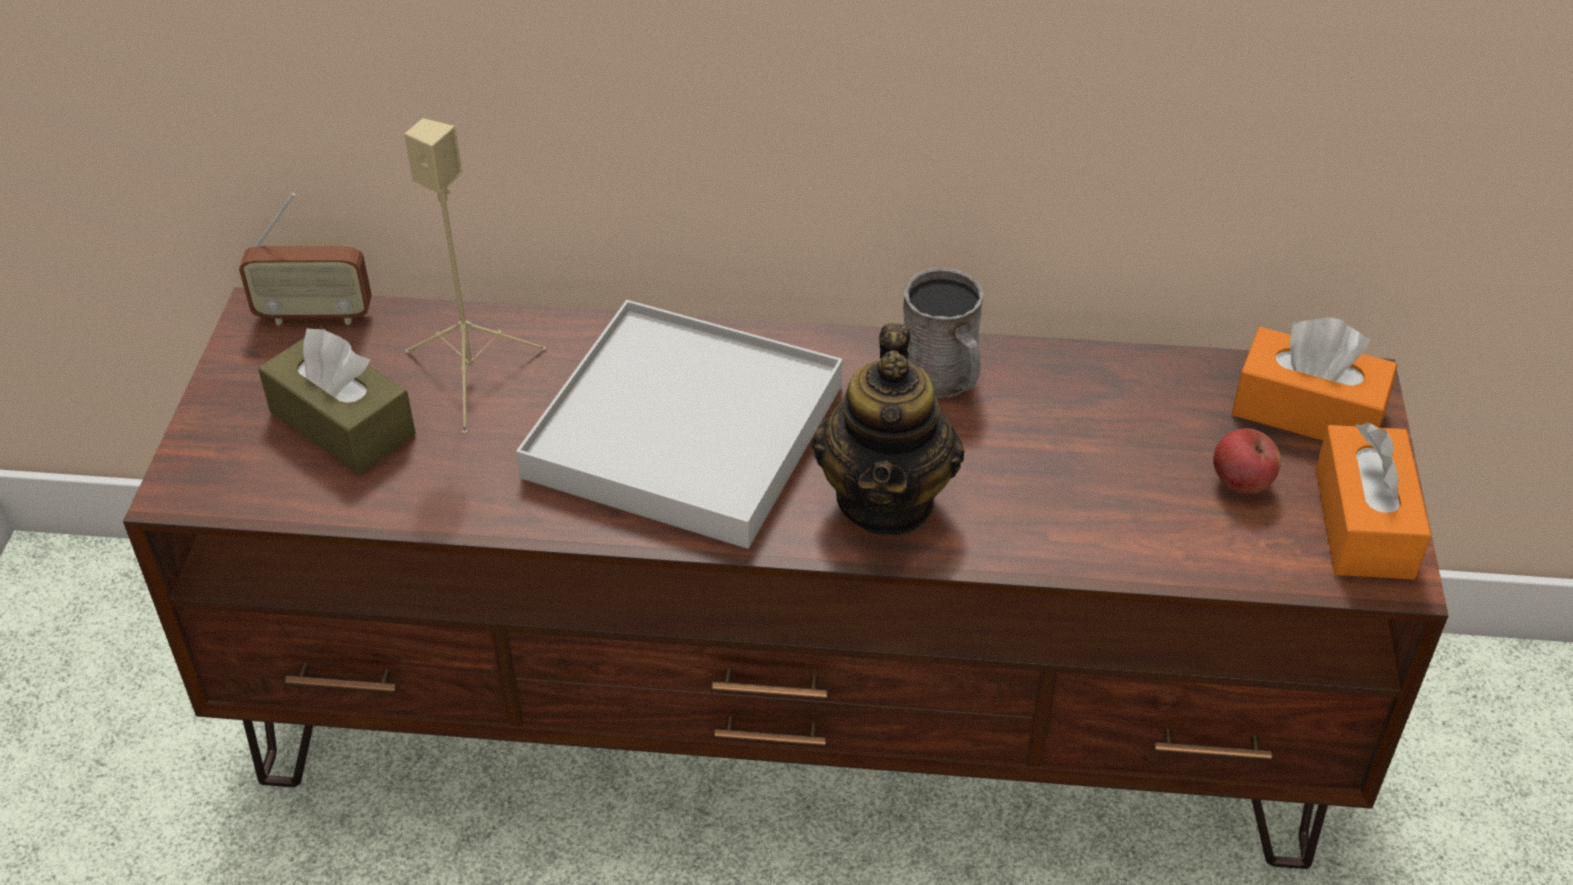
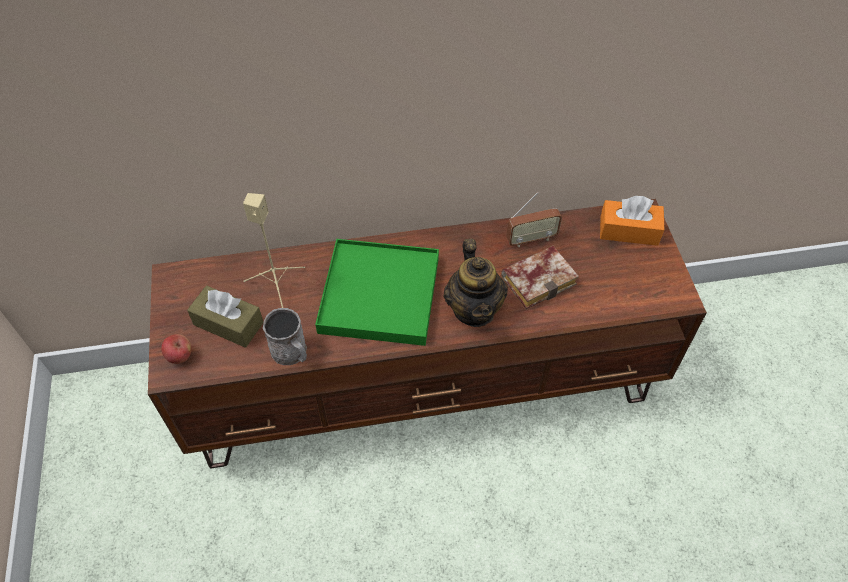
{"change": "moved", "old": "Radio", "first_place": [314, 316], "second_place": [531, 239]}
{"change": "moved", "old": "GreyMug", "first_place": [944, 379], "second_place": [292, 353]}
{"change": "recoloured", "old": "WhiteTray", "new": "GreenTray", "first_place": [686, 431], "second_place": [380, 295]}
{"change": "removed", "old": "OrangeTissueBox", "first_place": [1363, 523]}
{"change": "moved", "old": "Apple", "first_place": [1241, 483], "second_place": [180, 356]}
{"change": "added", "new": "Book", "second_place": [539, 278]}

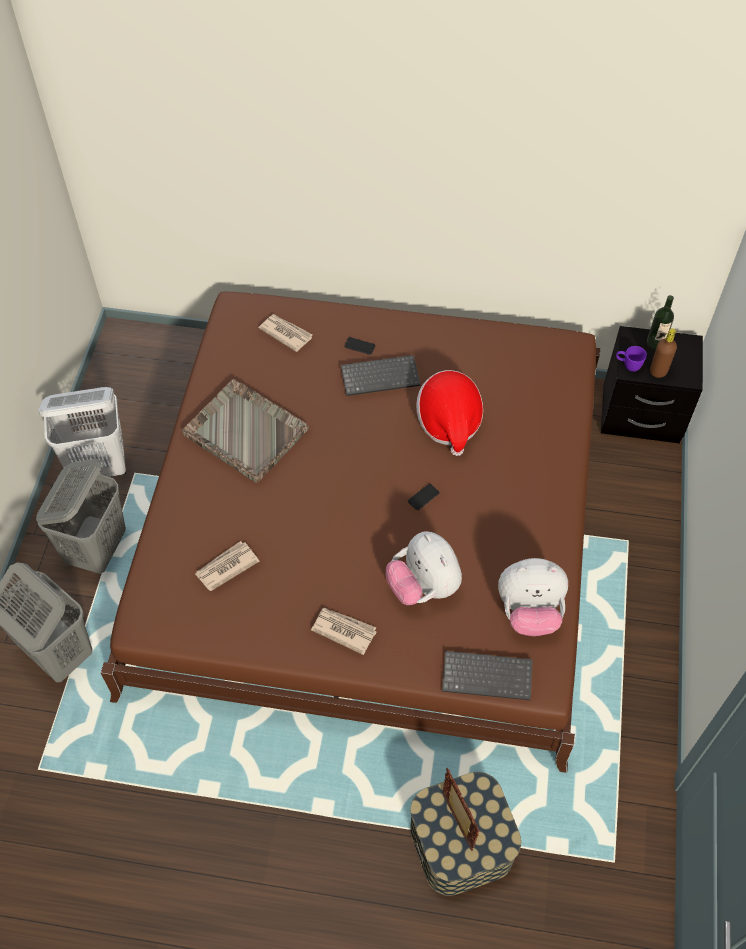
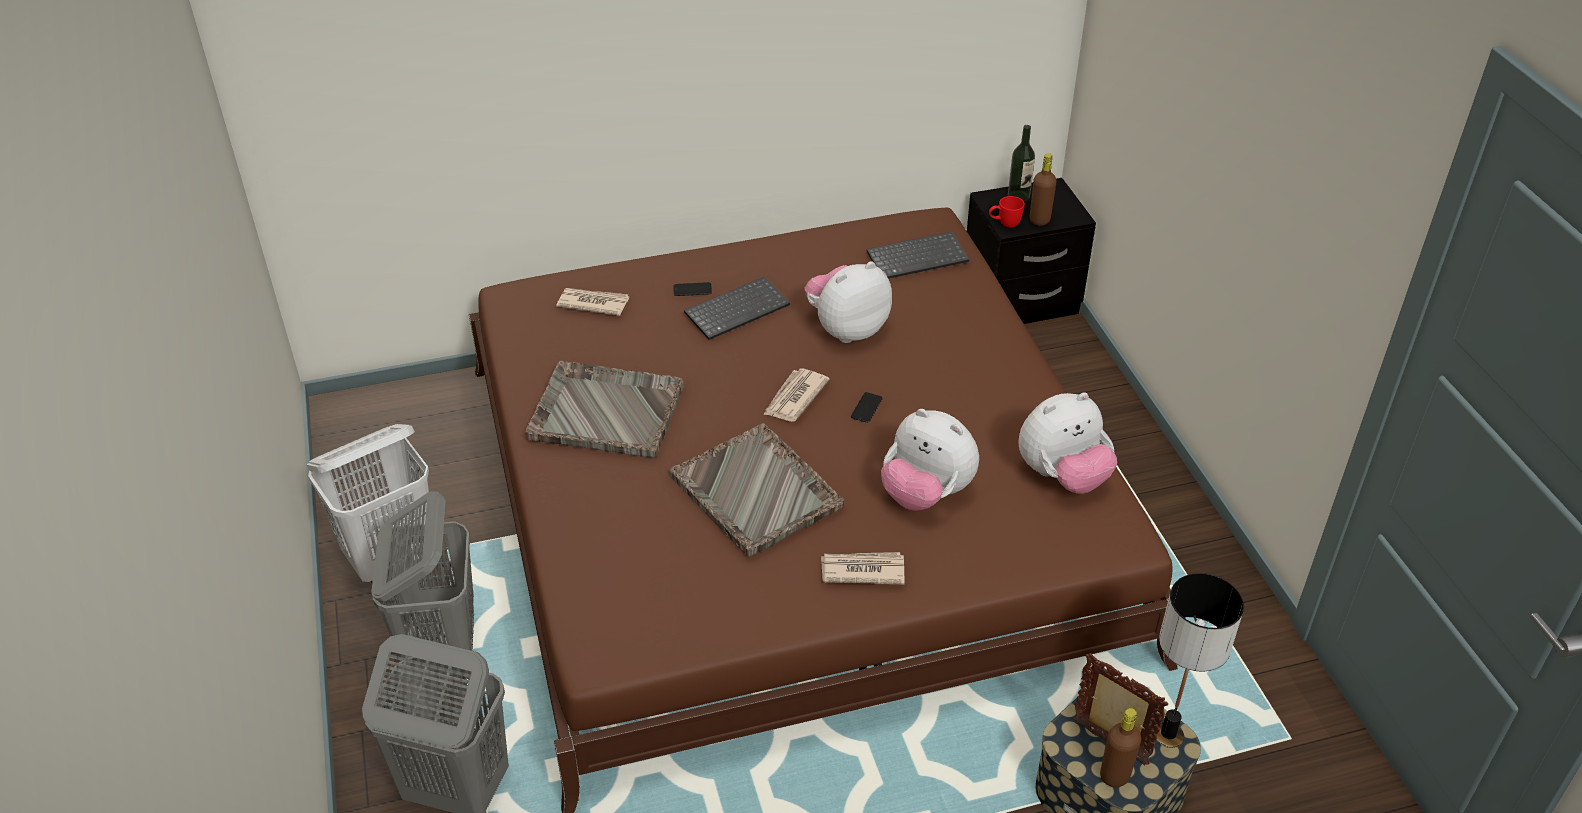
{"change": "recoloured", "old": "PurpleMug", "new": "RedMug", "first_place": [628, 366], "second_place": [1004, 224]}
{"change": "replaced", "old": "Hat", "new": "PlushToy", "first_place": [449, 422], "second_place": [846, 329]}
{"change": "moved", "old": "Newspaper", "first_place": [226, 567], "second_place": [794, 398]}
{"change": "moved", "old": "Keyboard", "first_place": [488, 675], "second_place": [918, 257]}
{"change": "added", "new": "GreyTray", "second_place": [756, 492]}
{"change": "added", "new": "TableLamp", "second_place": [1169, 735]}
{"change": "added", "new": "BrownBottle", "second_place": [1114, 776]}

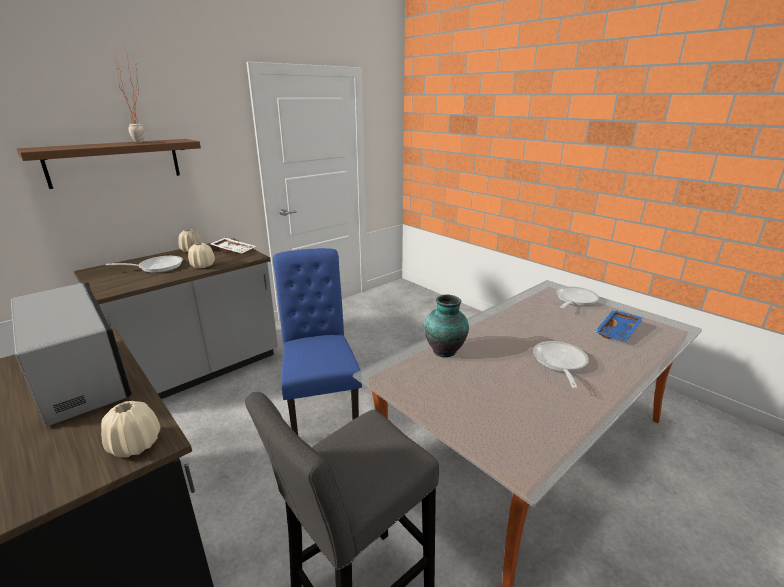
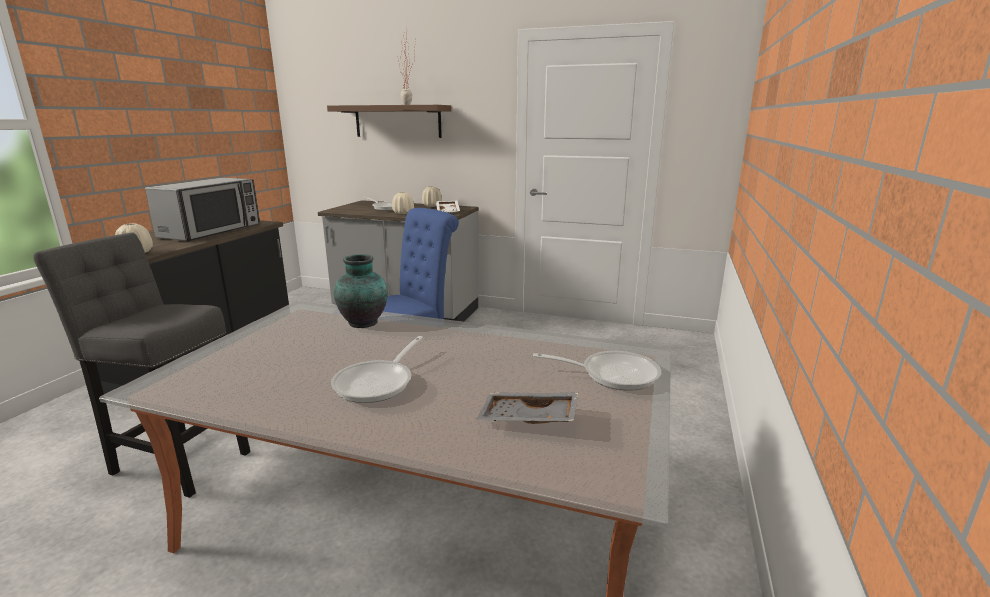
{"change": "recoloured", "old": "BlueTray", "new": "GreyTray", "first_place": [618, 332], "second_place": [528, 419]}
{"change": "turned", "old": "FryingPan", "first_place": [559, 363], "second_place": [378, 383], "degrees": 135}

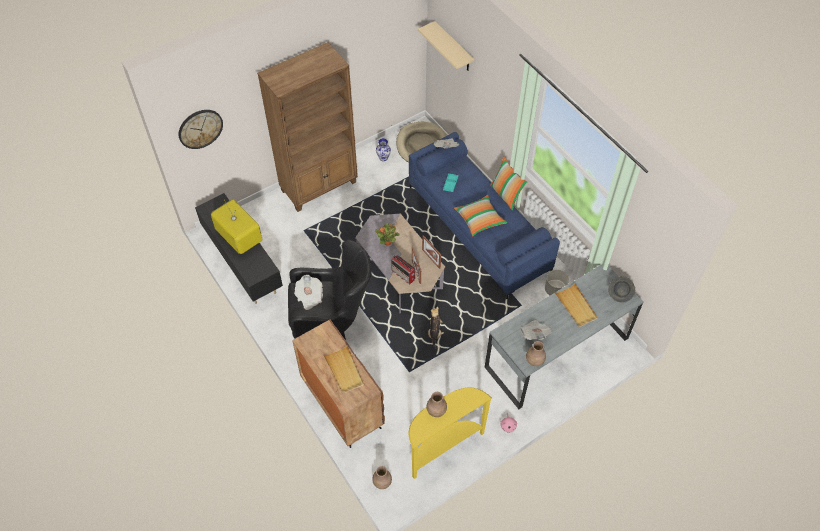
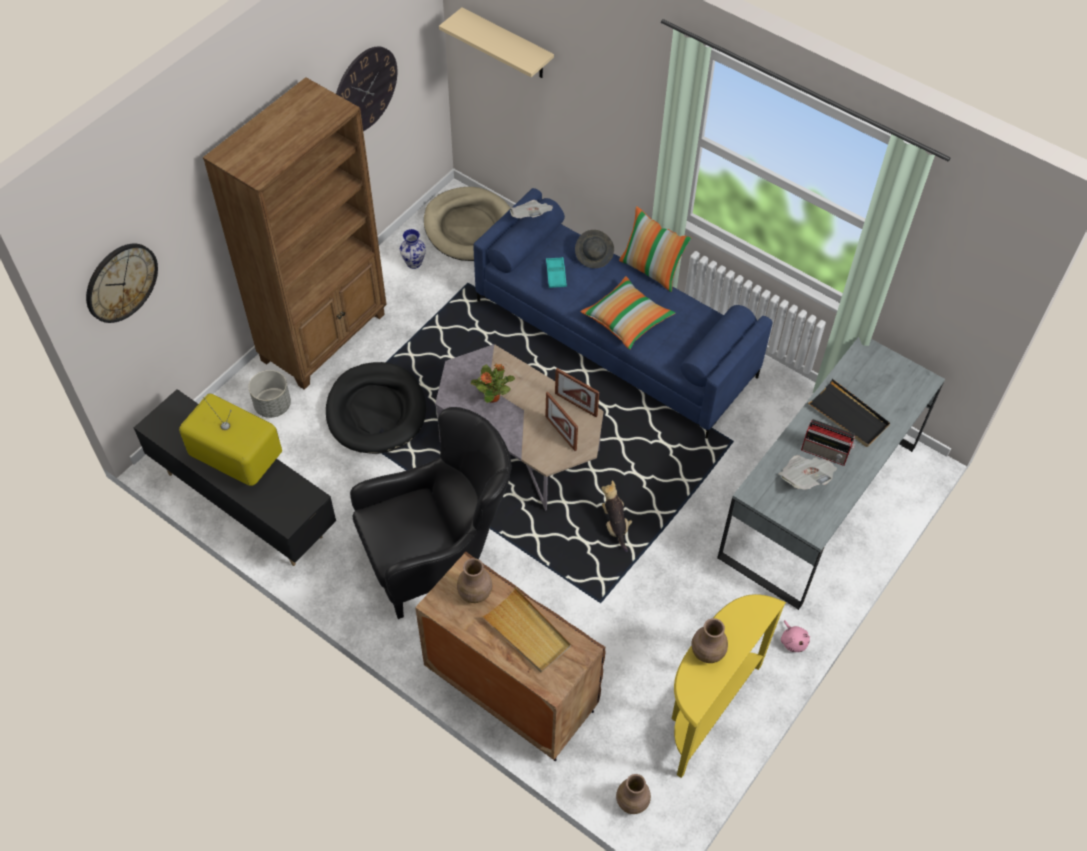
{"change": "moved", "old": "Radio", "first_place": [403, 275], "second_place": [825, 452]}
{"change": "moved", "old": "GreyPlanter", "first_place": [555, 290], "second_place": [272, 406]}
{"change": "removed", "old": "Newspaper", "first_place": [309, 297]}
{"change": "moved", "old": "GreyHat", "first_place": [620, 292], "second_place": [594, 255]}
{"change": "recoloured", "old": "BeigeTray", "new": "BlackTray", "first_place": [576, 306], "second_place": [848, 416]}
{"change": "moved", "old": "BrownVase", "first_place": [534, 361], "second_place": [475, 593]}
{"change": "added", "new": "WallClock", "second_place": [365, 90]}
{"change": "added", "new": "BlackDogBed", "second_place": [376, 411]}

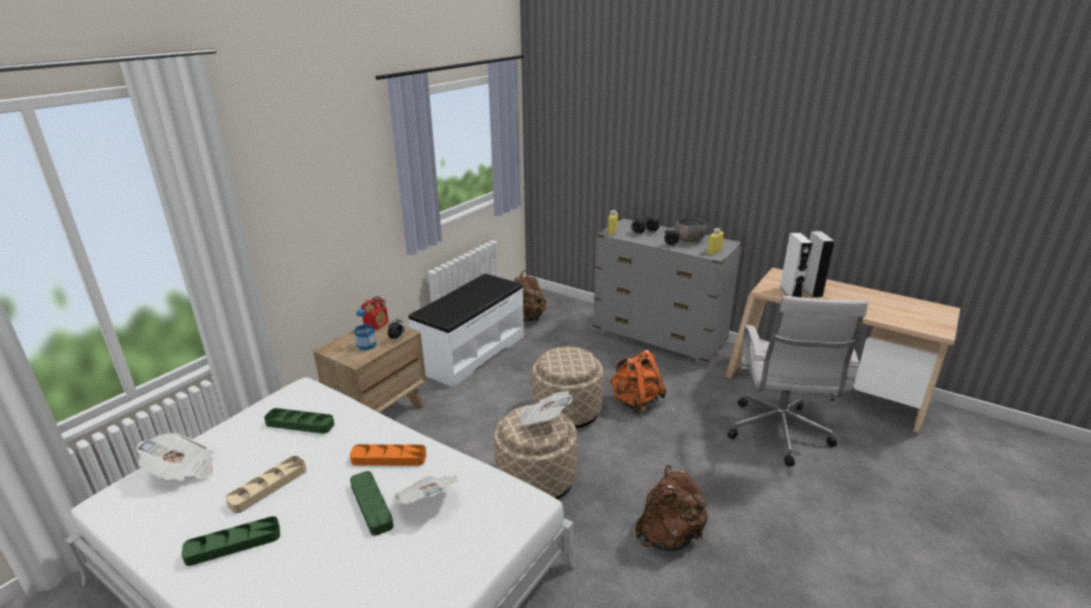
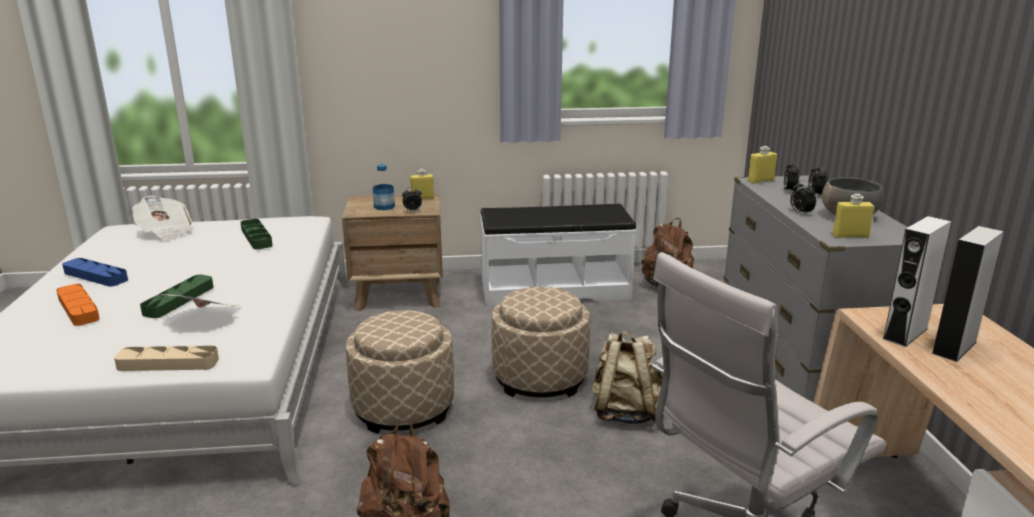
{"change": "replaced", "old": "Radio", "new": "YellowBottle", "first_place": [377, 325], "second_place": [422, 198]}
{"change": "recoloured", "old": "OrangeBackpack", "new": "BeigeBackpack", "first_place": [635, 403], "second_place": [625, 412]}
{"change": "removed", "old": "Newspaper", "first_place": [543, 420]}
{"change": "moved", "old": "OrangeTray", "first_place": [389, 458], "second_place": [78, 308]}
{"change": "moved", "old": "BeigeTray", "first_place": [268, 487], "second_place": [168, 363]}
{"change": "recoloured", "old": "GreenTray", "new": "BlueTray", "first_place": [233, 544], "second_place": [96, 276]}

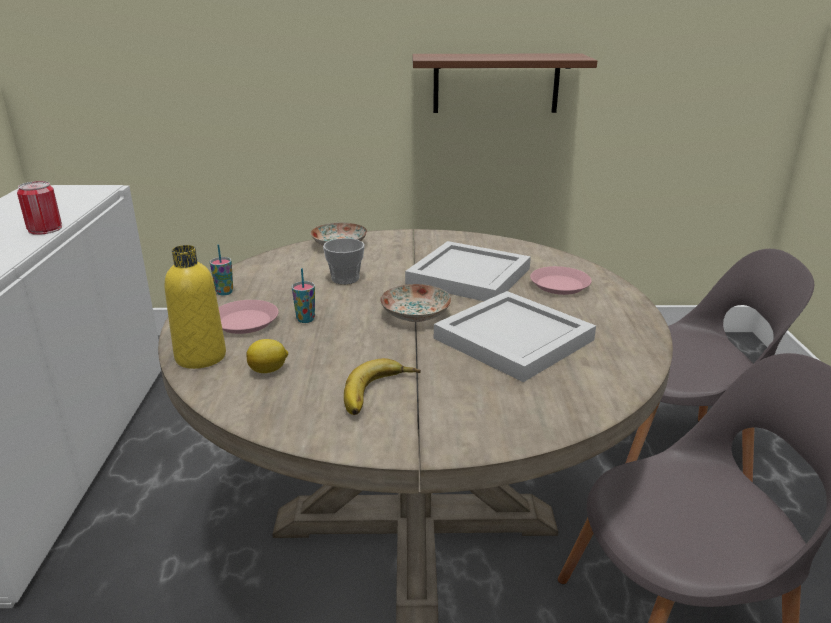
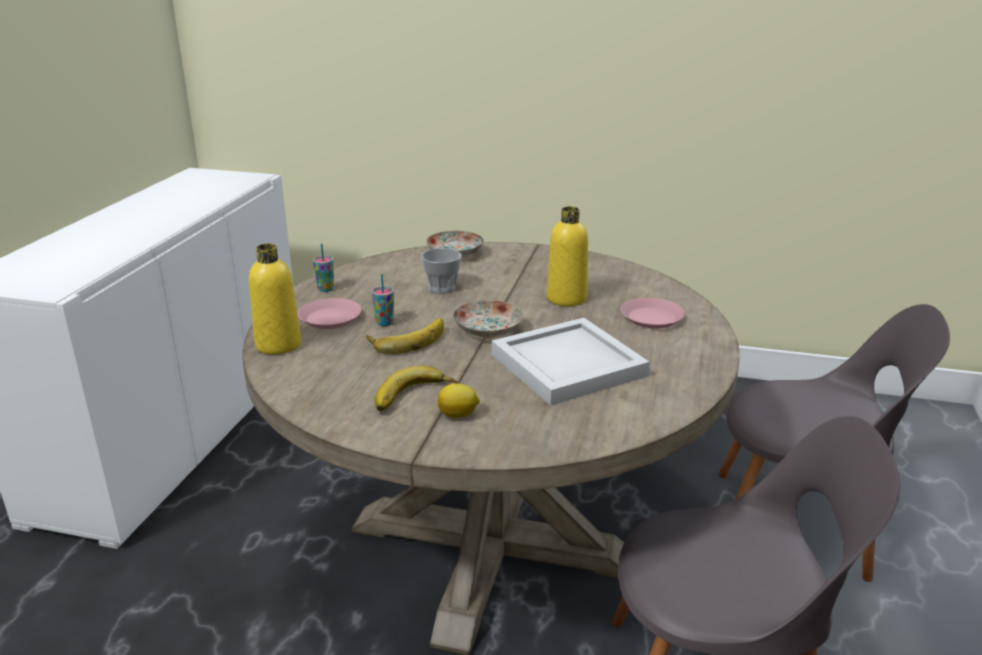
{"change": "removed", "old": "Shelf", "first_place": [496, 83]}
{"change": "removed", "old": "Can", "first_place": [45, 229]}
{"change": "replaced", "old": "WhiteTray", "new": "YellowBottle", "first_place": [471, 275], "second_place": [566, 298]}
{"change": "moved", "old": "Lemon", "first_place": [269, 370], "second_place": [458, 415]}
{"change": "added", "new": "Banana", "second_place": [407, 339]}

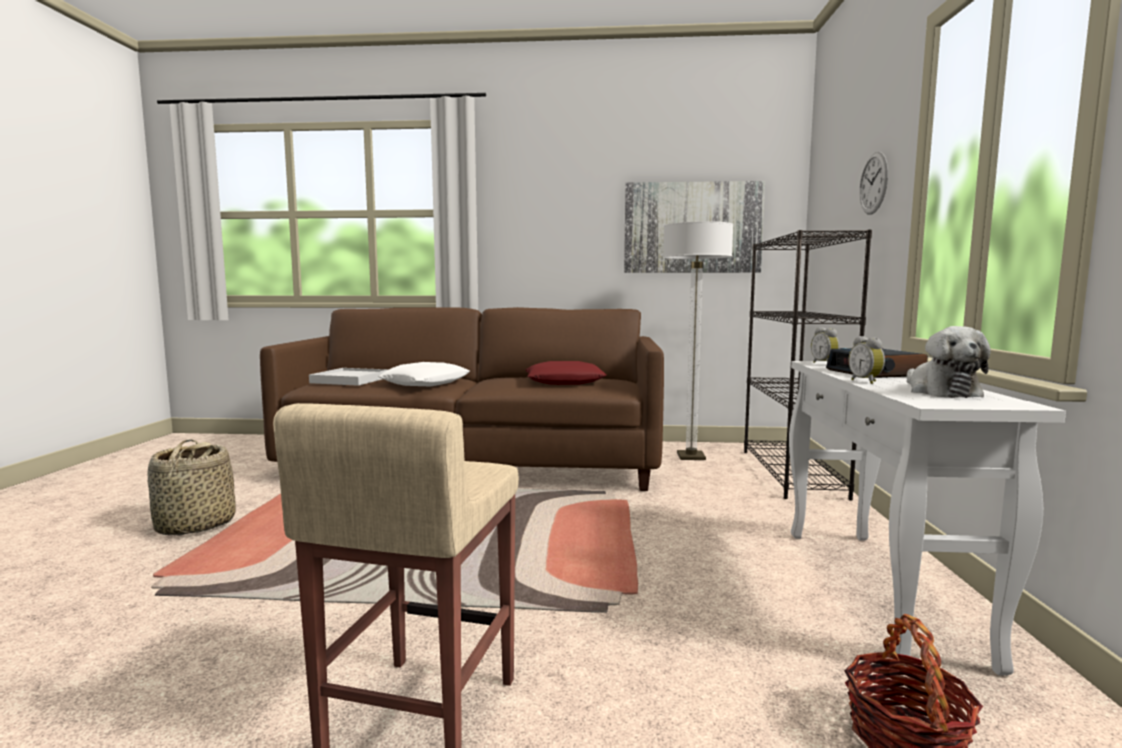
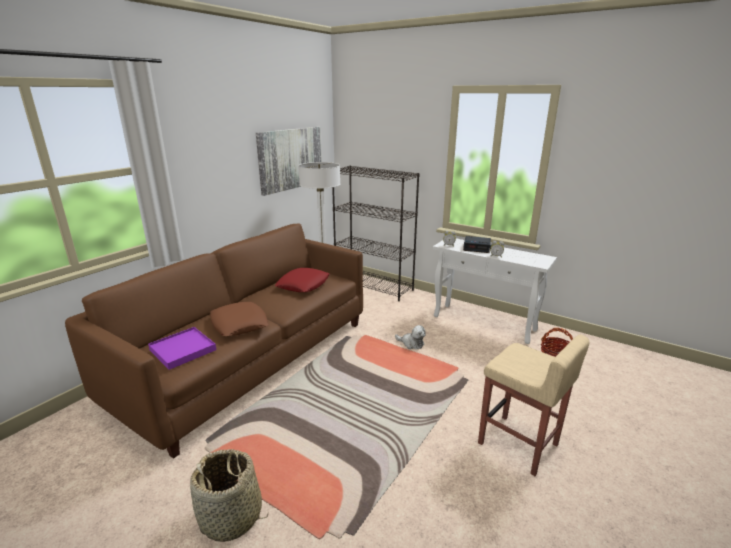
{"change": "removed", "old": "WallClock", "first_place": [873, 183]}
{"change": "moved", "old": "PlushToy", "first_place": [940, 391], "second_place": [411, 343]}
{"change": "recoloured", "old": "WhitePillow", "new": "BrownPillow", "first_place": [425, 383], "second_place": [239, 324]}
{"change": "recoloured", "old": "WhiteTray", "new": "PurpleTray", "first_place": [350, 380], "second_place": [182, 350]}

